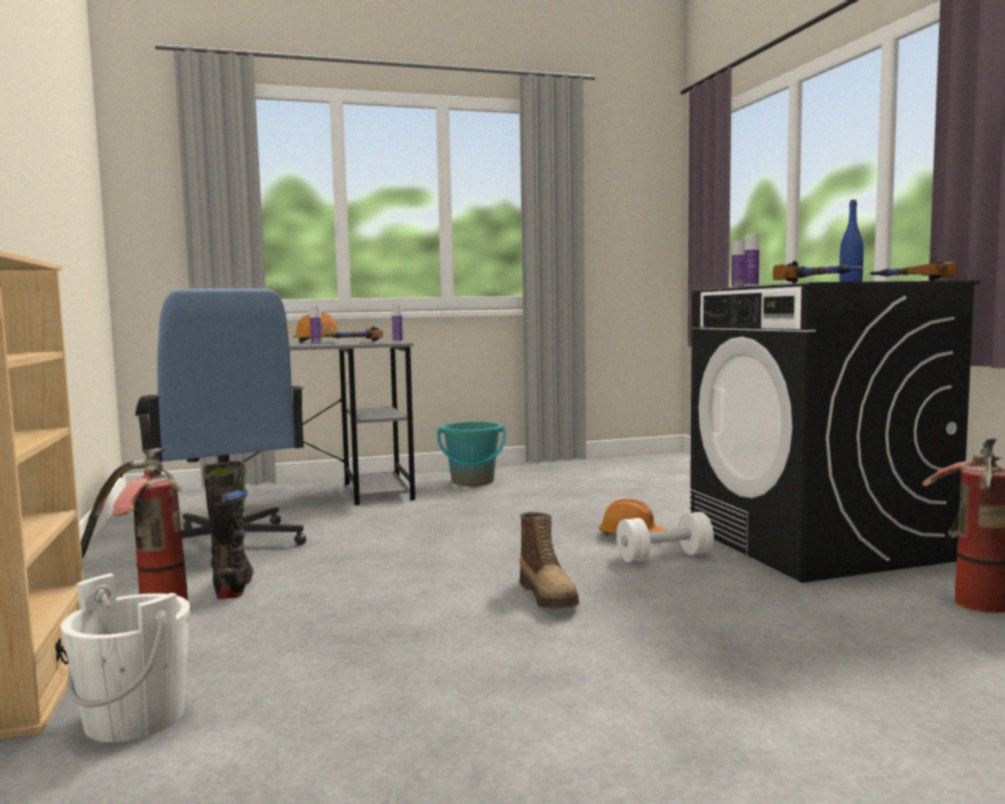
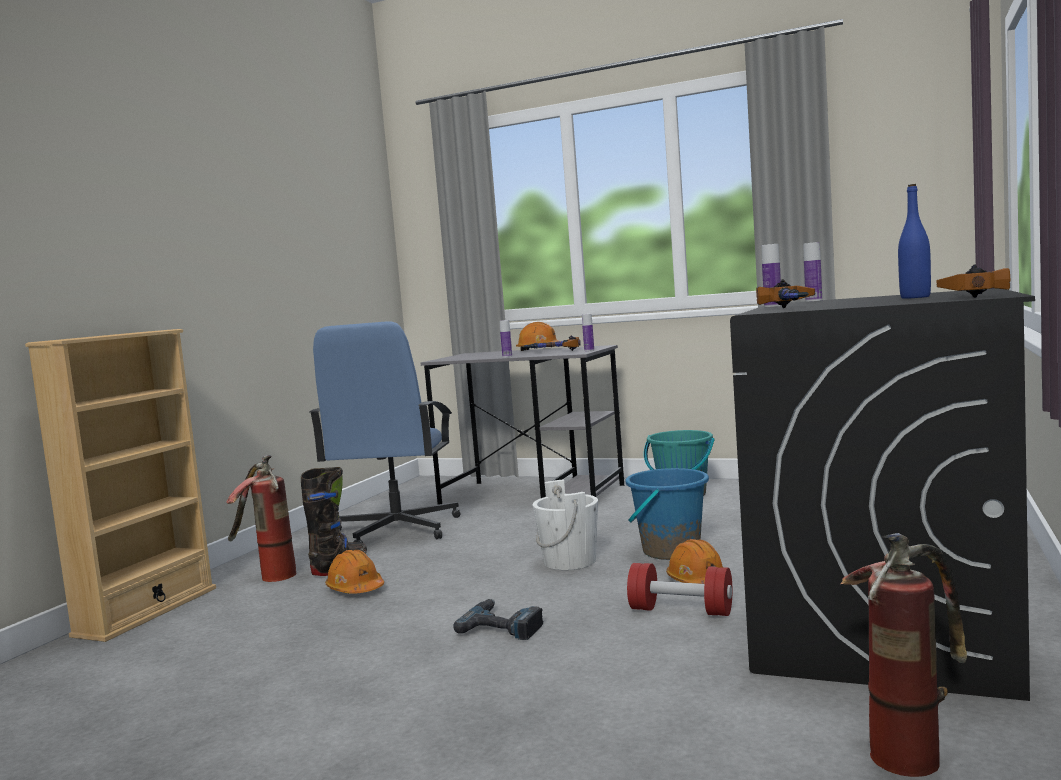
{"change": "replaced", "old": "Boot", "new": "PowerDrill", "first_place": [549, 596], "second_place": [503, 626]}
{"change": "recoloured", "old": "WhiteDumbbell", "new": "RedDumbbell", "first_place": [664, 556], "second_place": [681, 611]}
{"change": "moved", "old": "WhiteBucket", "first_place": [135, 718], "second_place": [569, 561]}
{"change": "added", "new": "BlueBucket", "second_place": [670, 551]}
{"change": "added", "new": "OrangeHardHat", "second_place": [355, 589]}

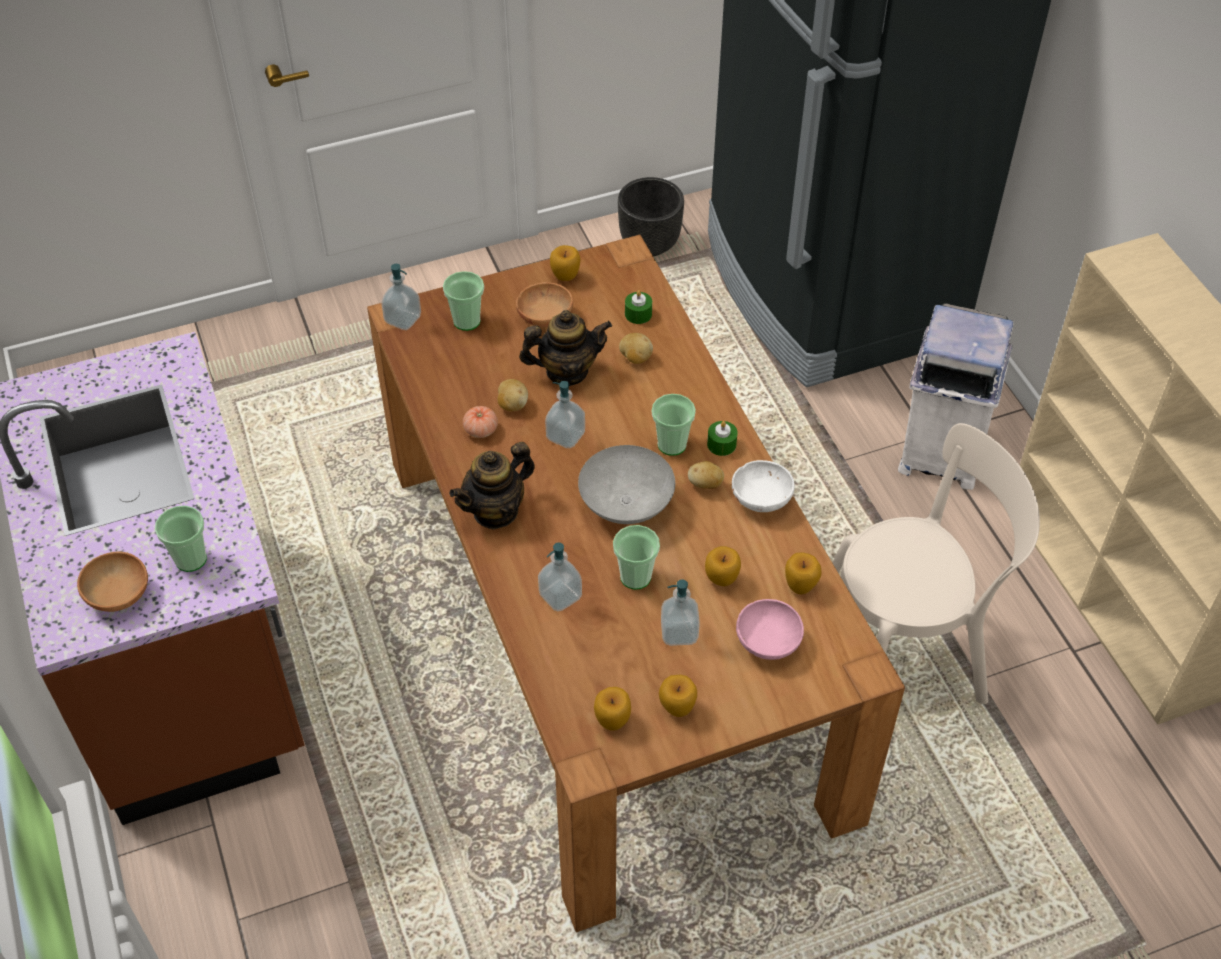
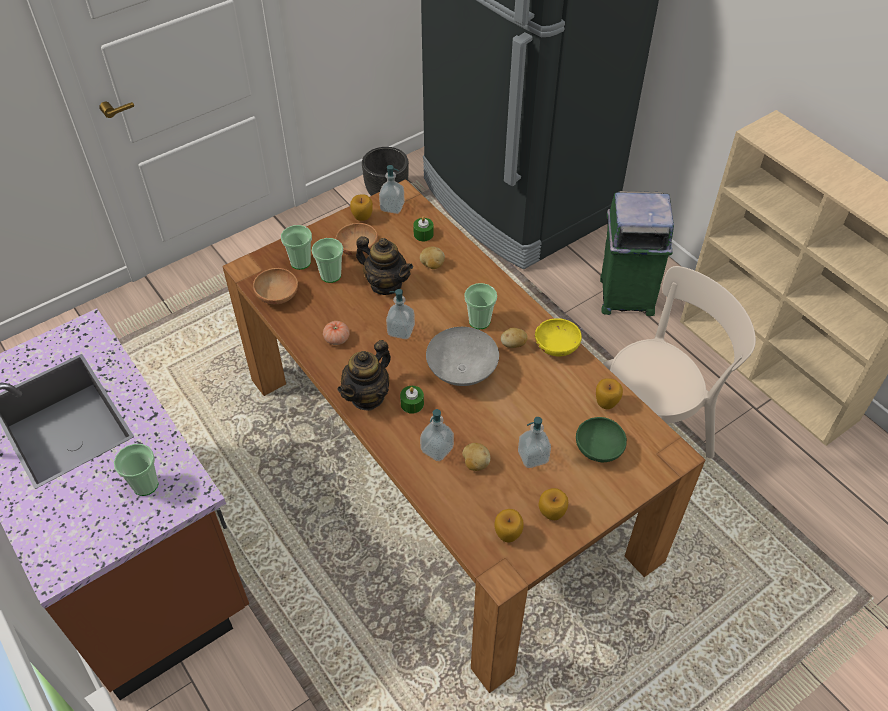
{"change": "moved", "old": "SoapDispenser", "first_place": [403, 319], "second_place": [392, 207]}
{"change": "recoloured", "old": "WhiteTrashCan", "new": "GreenTrashCan", "first_place": [939, 453], "second_place": [625, 296]}
{"change": "turned", "old": "Teapot", "first_place": [566, 371], "second_place": [386, 284], "degrees": 60}
{"change": "moved", "old": "Potato", "first_place": [512, 405], "second_place": [475, 463]}
{"change": "moved", "old": "GreenCandle", "first_place": [721, 444], "second_place": [412, 404]}
{"change": "recoloured", "old": "WhiteBowl", "new": "YellowBowl", "first_place": [761, 498], "second_place": [556, 346]}
{"change": "moved", "old": "Cup", "first_place": [635, 577], "second_place": [330, 275]}
{"change": "removed", "old": "Apple", "first_place": [721, 579]}
{"change": "moved", "old": "BrownBowl", "first_place": [119, 596], "second_place": [278, 297]}
{"change": "recoloured", "old": "PinkBowl", "new": "GreenBowl", "first_place": [768, 643], "second_place": [599, 450]}

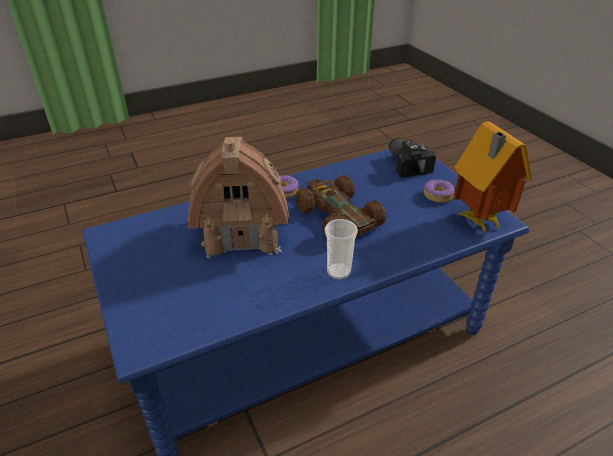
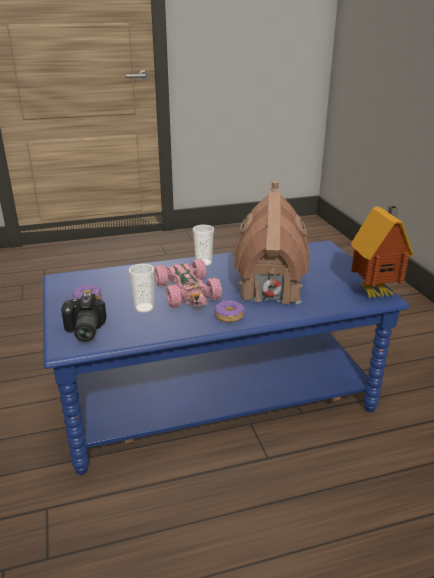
{"change": "moved", "old": "ToyHouse", "first_place": [477, 222], "second_place": [376, 292]}
{"change": "recoloured", "old": "BrownToyCar", "new": "PinkToyCar", "first_place": [337, 216], "second_place": [188, 292]}
{"change": "added", "new": "Cup", "second_place": [144, 308]}

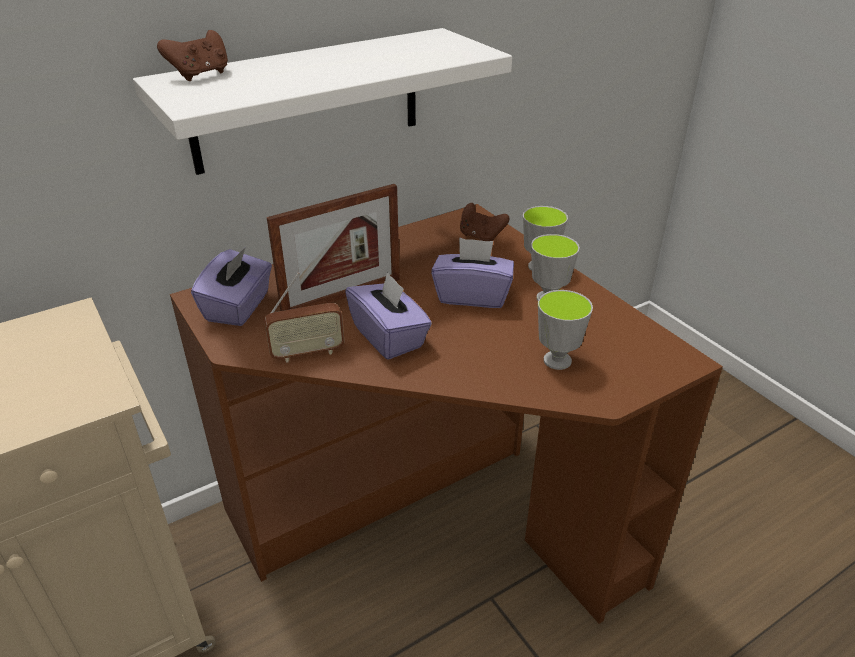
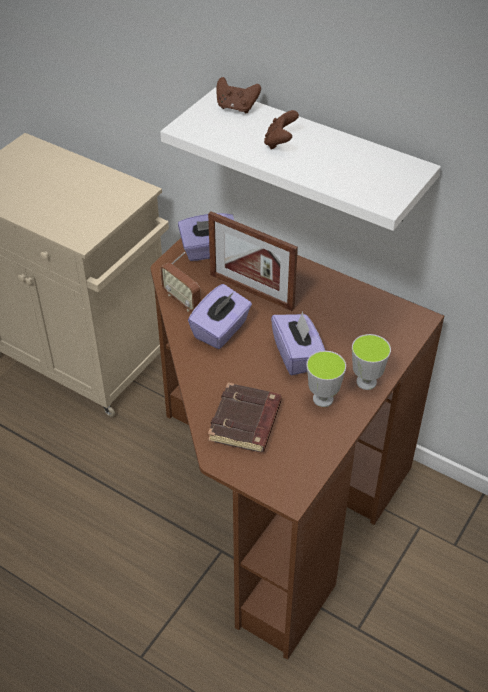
{"change": "moved", "old": "BrownGameController", "first_place": [480, 237], "second_place": [280, 142]}
{"change": "replaced", "old": "Cup", "new": "BrownBook", "first_place": [557, 360], "second_place": [246, 423]}

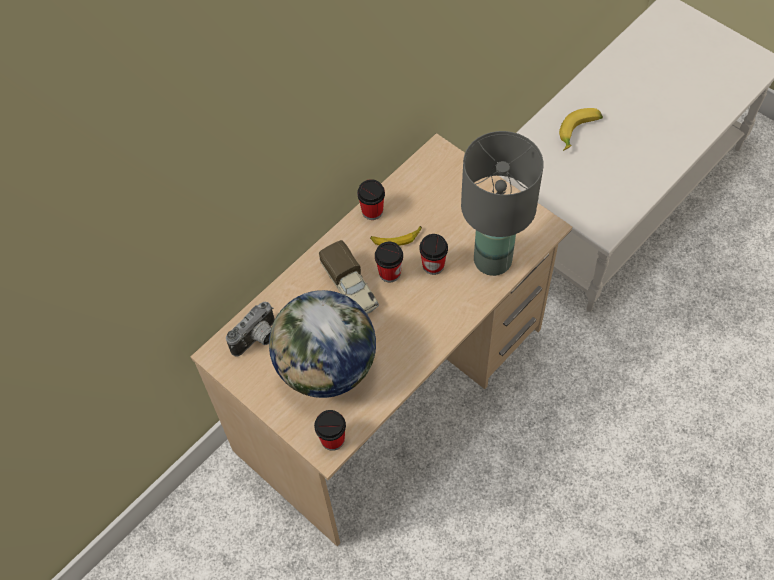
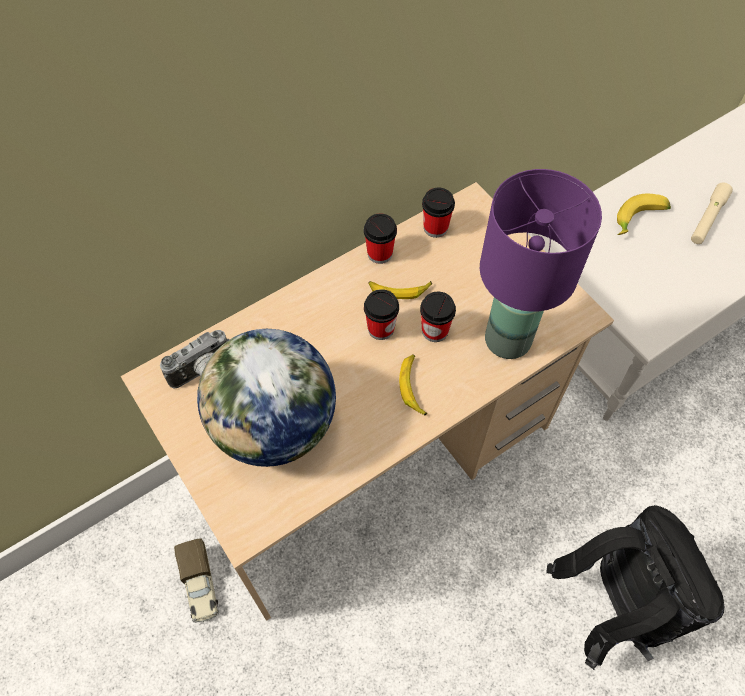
{"change": "recoloured", "old": "GreyTableLamp", "new": "PurpleTableLamp", "first_place": [494, 260], "second_place": [509, 340]}
{"change": "moved", "old": "ToyTruck", "first_place": [351, 288], "second_place": [200, 585]}
{"change": "moved", "old": "Cup", "first_place": [332, 439], "second_place": [435, 228]}
{"change": "added", "new": "BeigeFlashlight", "second_place": [707, 219]}
{"change": "added", "new": "Banana", "second_place": [413, 387]}
{"change": "added", "new": "BlackBackpack", "second_place": [612, 605]}

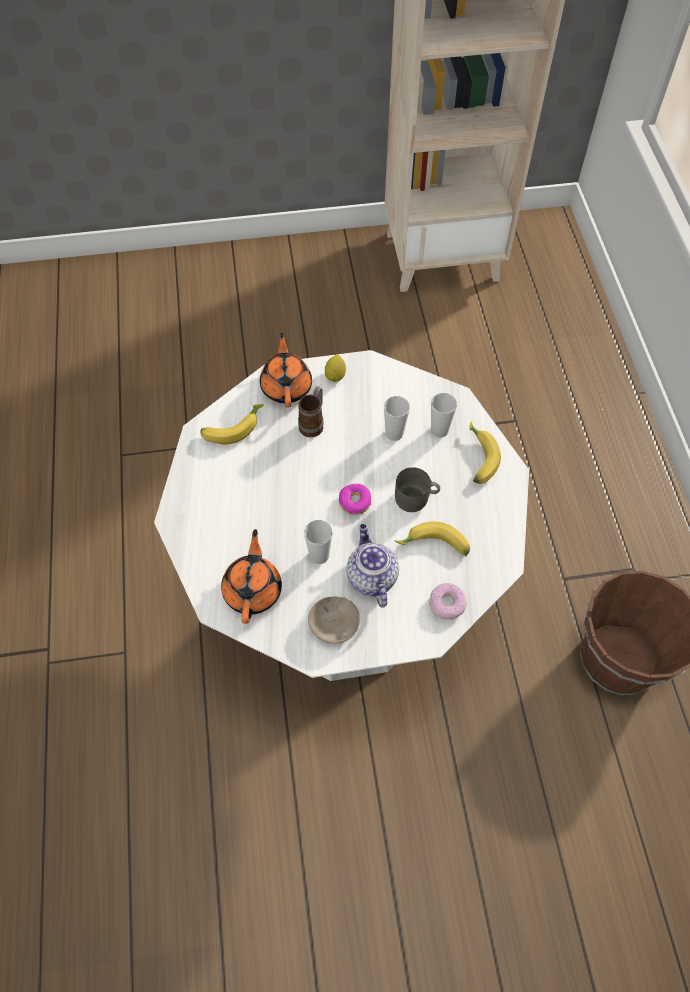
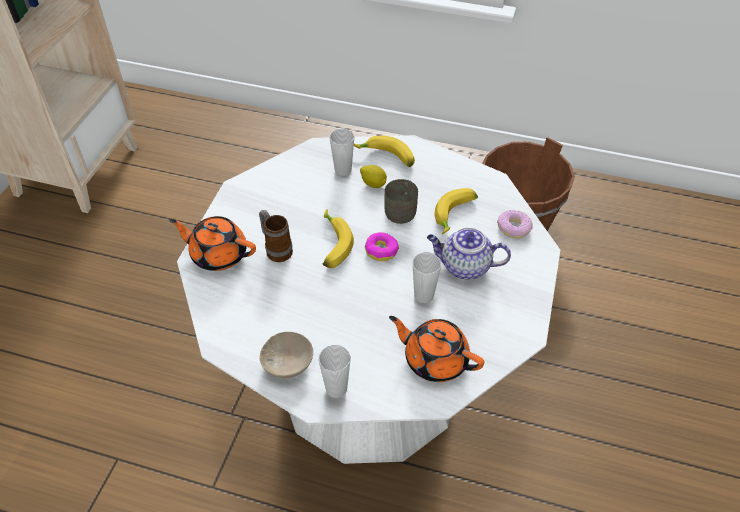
{"change": "moved", "old": "Lemon", "first_place": [335, 375], "second_place": [373, 184]}
{"change": "moved", "old": "Cup", "first_place": [394, 433], "second_place": [336, 388]}
{"change": "moved", "old": "Banana", "first_place": [232, 428], "second_place": [332, 245]}
{"change": "moved", "old": "BeigeBowl", "first_place": [333, 626], "second_place": [288, 364]}

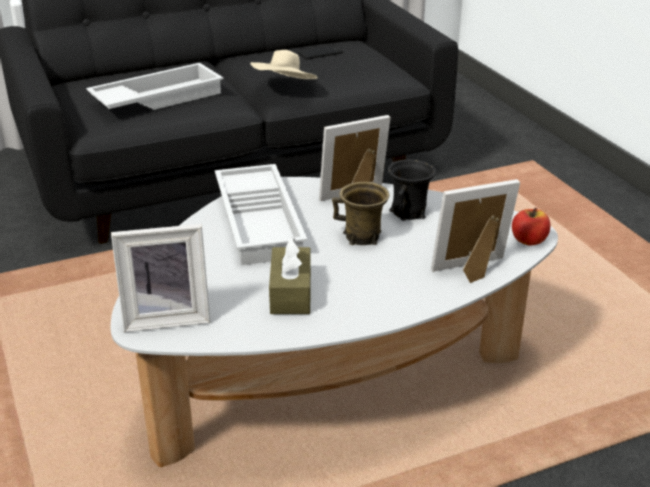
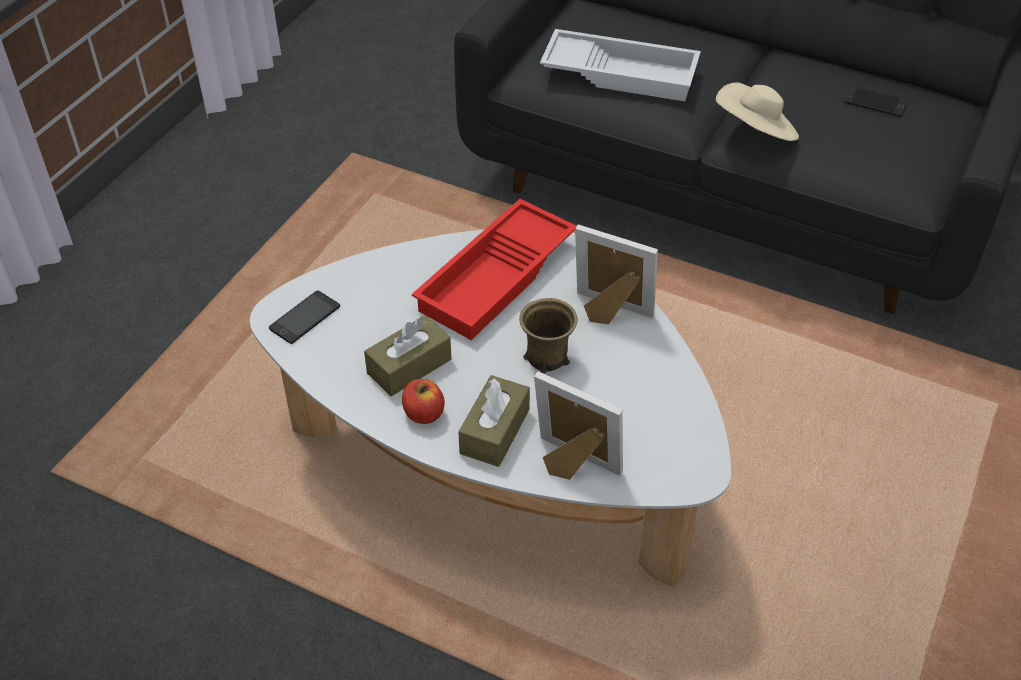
{"change": "removed", "old": "BlackMug", "first_place": [409, 212]}
{"change": "recoloured", "old": "WhiteTray", "new": "RedTray", "first_place": [261, 221], "second_place": [498, 279]}
{"change": "moved", "old": "Apple", "first_place": [529, 240], "second_place": [423, 414]}
{"change": "replaced", "old": "PictureFrame", "new": "Phone", "first_place": [166, 317], "second_place": [305, 317]}
{"change": "added", "new": "BrownTissueBox", "second_place": [495, 431]}

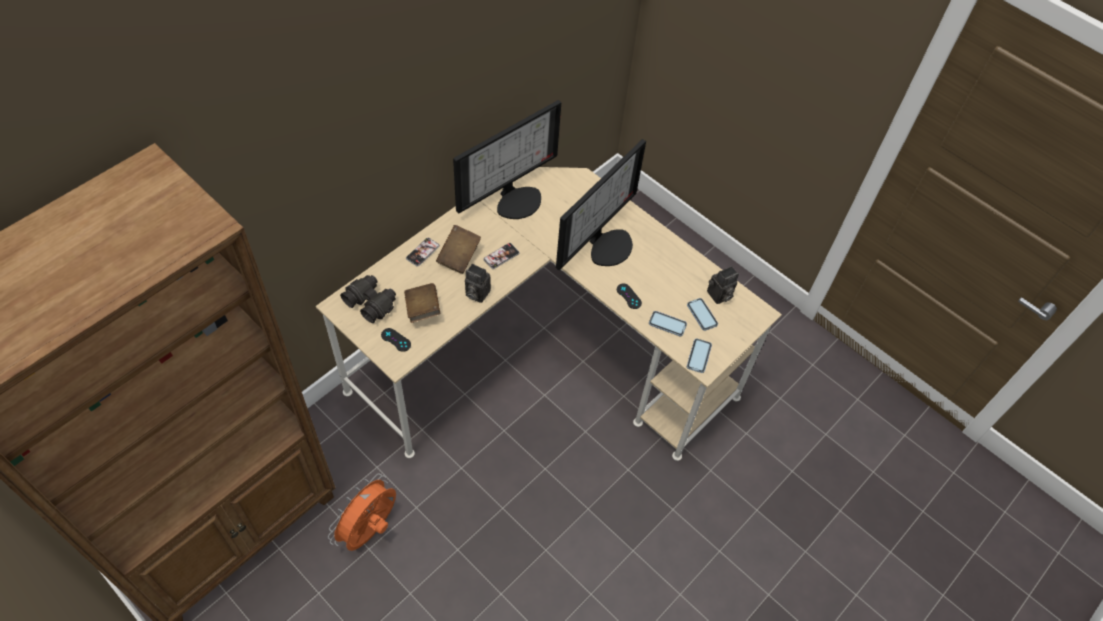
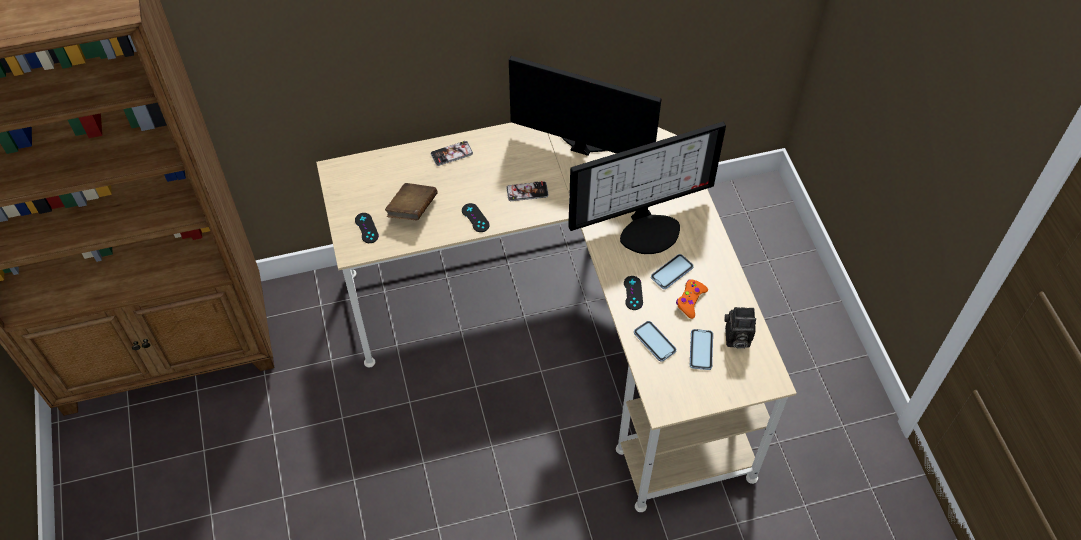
{"change": "turned", "old": "Monitor", "first_place": [516, 199], "second_place": [584, 140], "degrees": -150}
{"change": "removed", "old": "BrownBook", "first_place": [459, 256]}
{"change": "replaced", "old": "PhotoCamera", "new": "BlackGameController", "first_place": [476, 293], "second_place": [475, 218]}
{"change": "removed", "old": "BlackBinoculars", "first_place": [371, 302]}
{"change": "moved", "old": "Phone", "first_place": [699, 356], "second_place": [672, 272]}
{"change": "removed", "old": "OrangeFan", "first_place": [370, 530]}
{"change": "added", "new": "OrangeGameController", "second_place": [690, 301]}

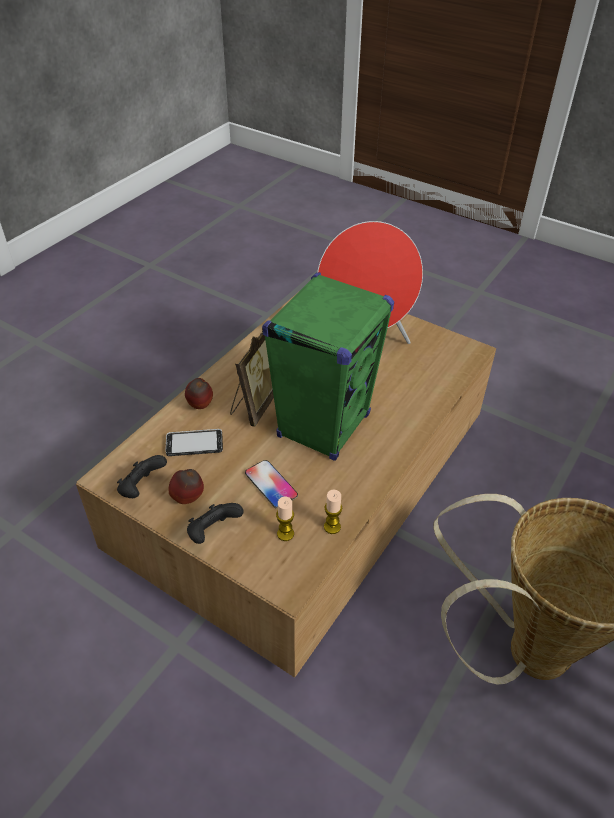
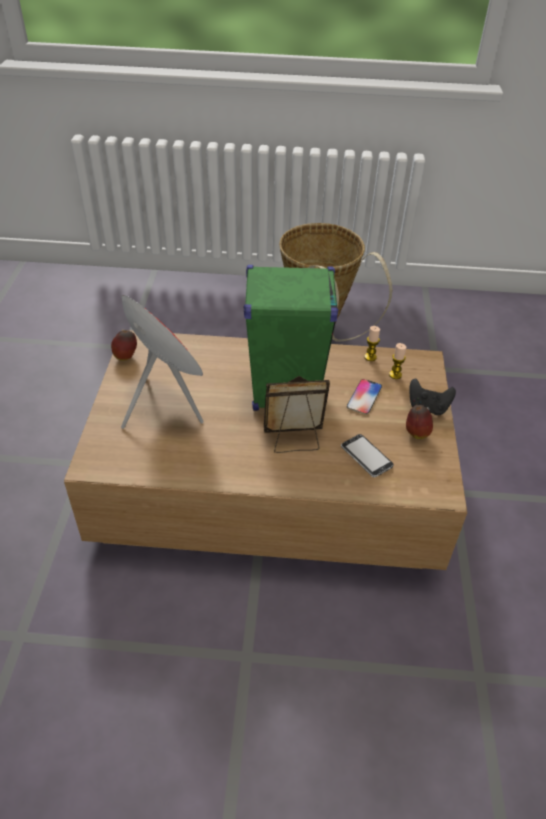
{"change": "moved", "old": "Apple", "first_place": [200, 406], "second_place": [126, 357]}
{"change": "removed", "old": "BlackGameController", "first_place": [142, 488]}

